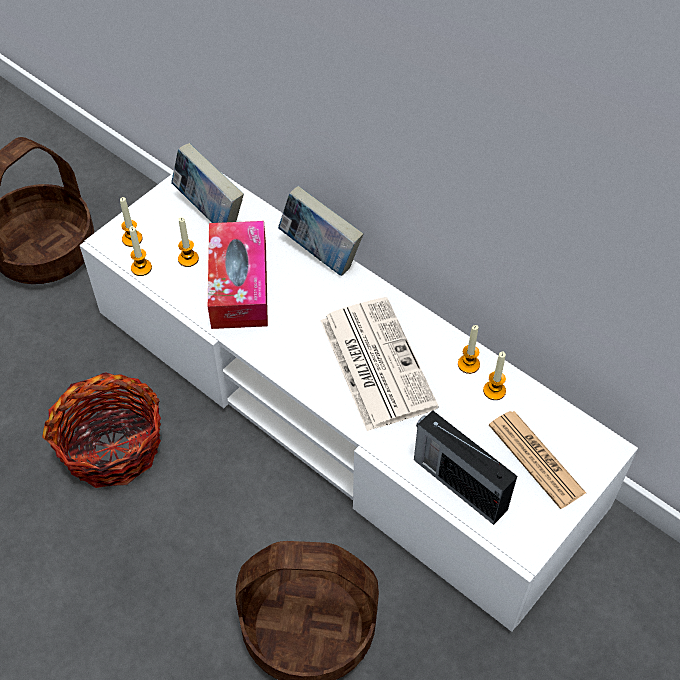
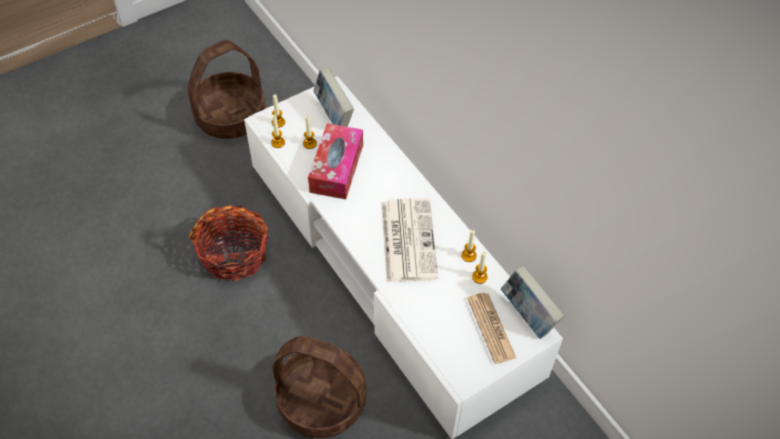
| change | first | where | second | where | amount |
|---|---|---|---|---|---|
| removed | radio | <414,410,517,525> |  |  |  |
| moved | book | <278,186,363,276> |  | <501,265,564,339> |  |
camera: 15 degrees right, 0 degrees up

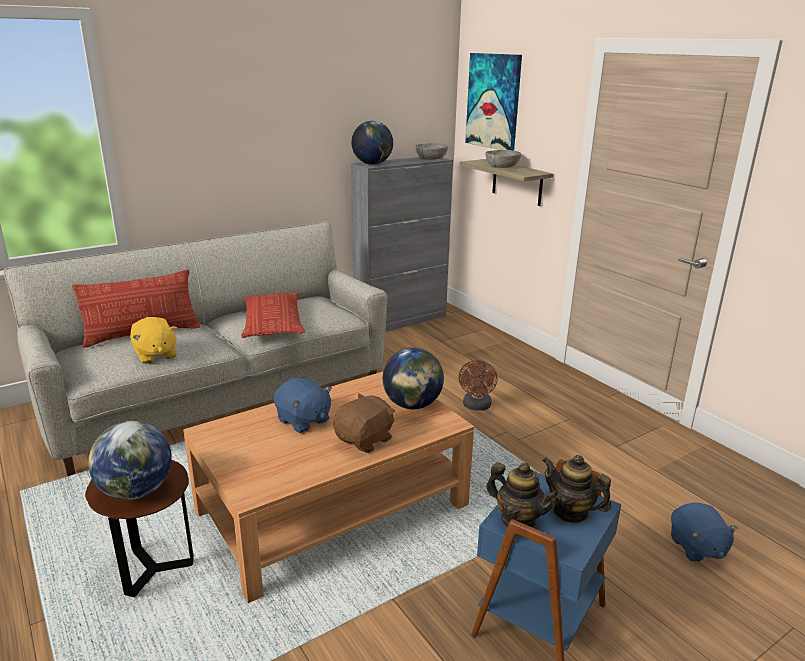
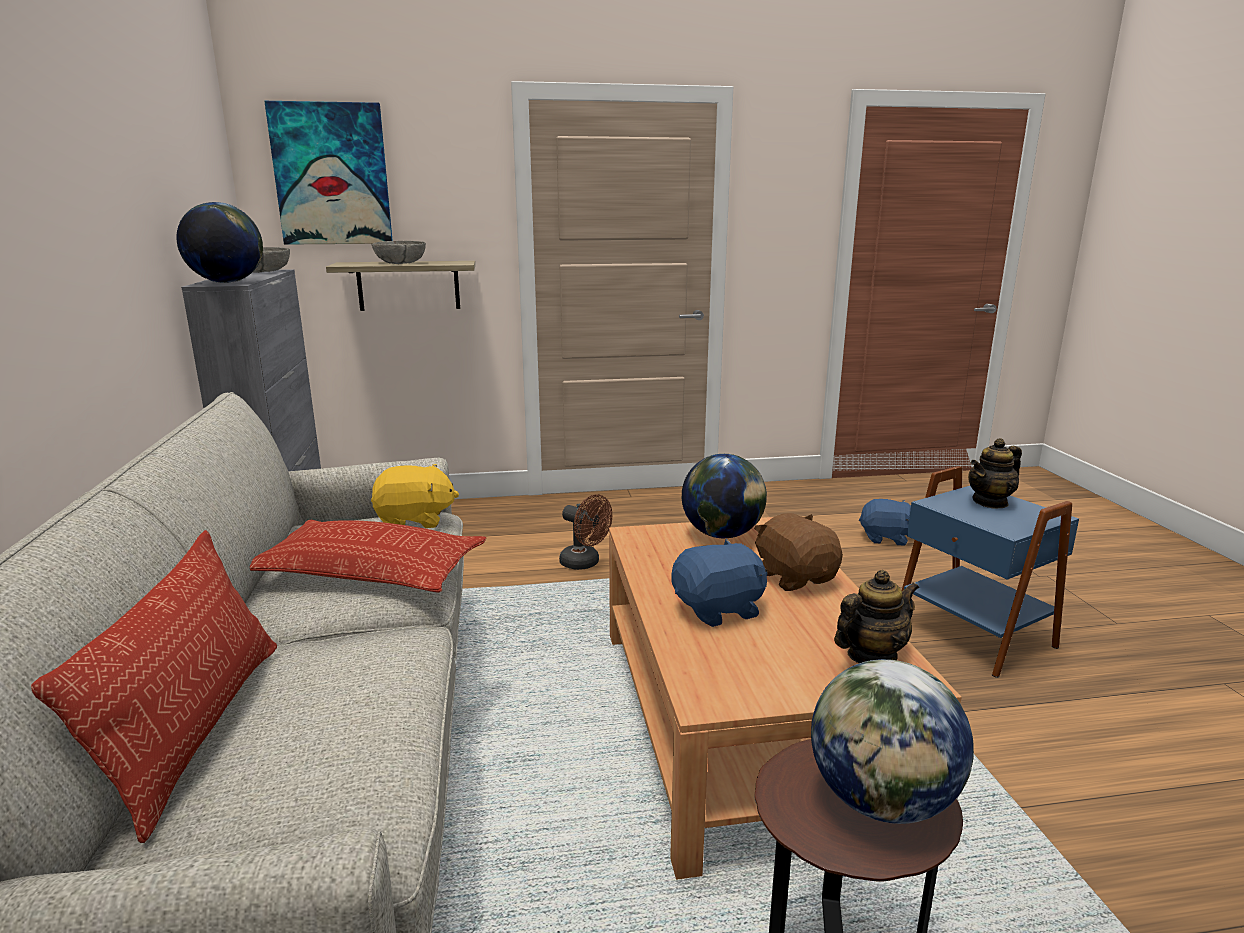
| change | first | where | second | where | amount |
|---|---|---|---|---|---|
| moved | yellow plush toy | <130,317,178,364> |  | <371,464,459,528> |  |
| moved | teapot | <486,463,559,528> |  | <834,570,919,663> |  |
camera: 65 degrees left, 5 degrees down

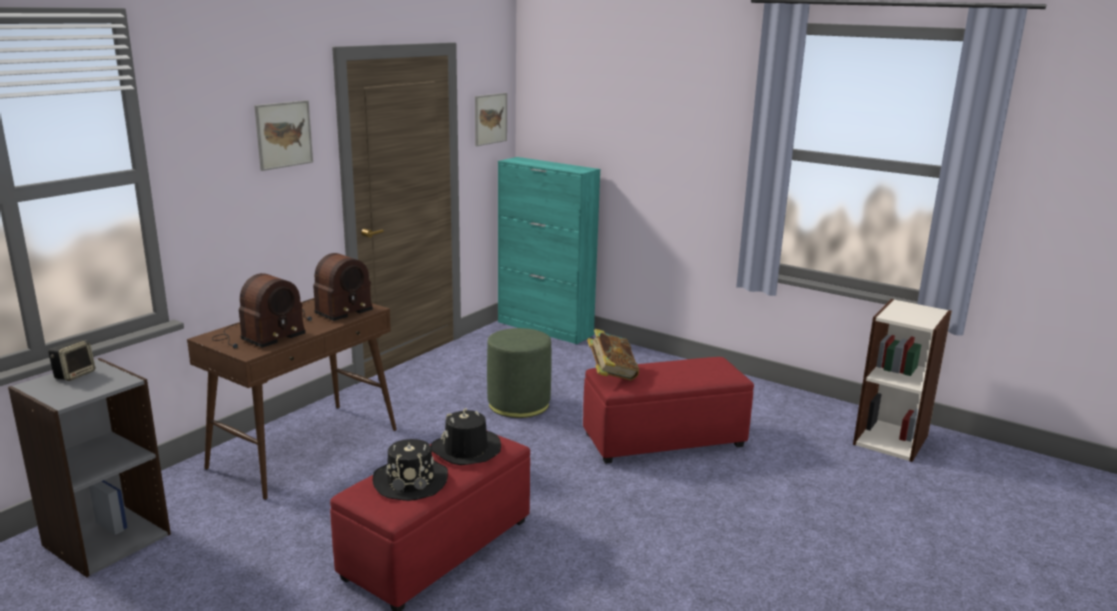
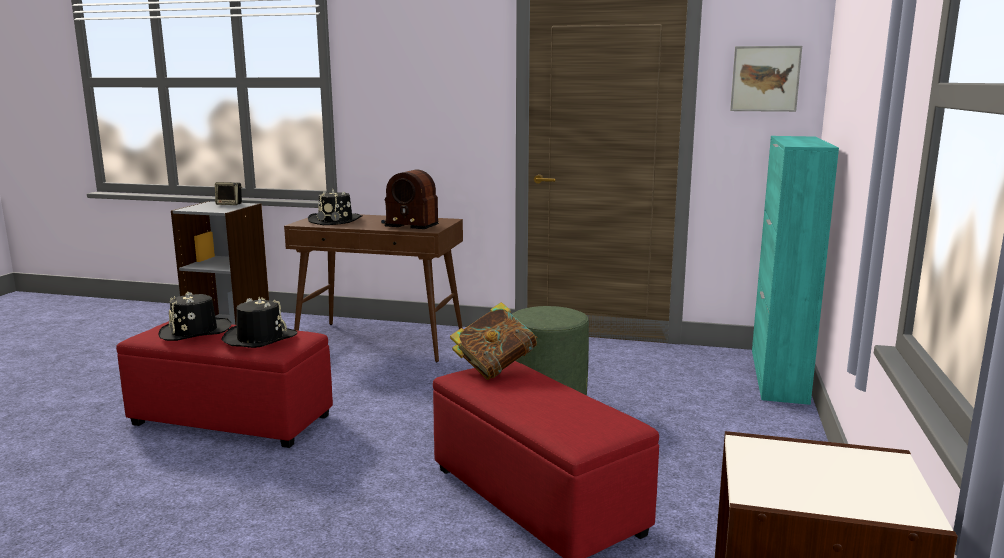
| change | first | where | second | where | amount |
|---|---|---|---|---|---|
| removed | picture | <254,100,313,171> |  |  |  |
| replaced | radio | <212,273,306,349> | black hat | <308,189,363,225> |  |
camera: 70 degrees right, 5 degrees down

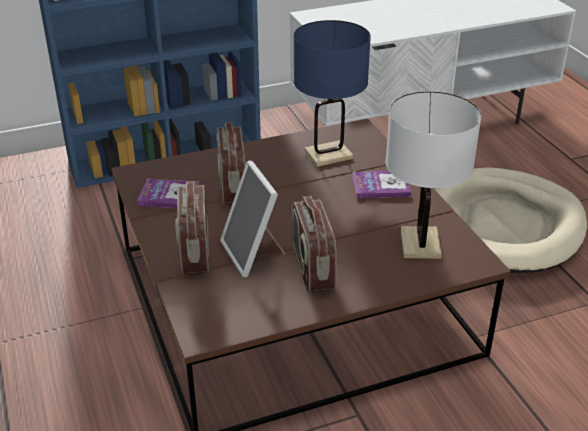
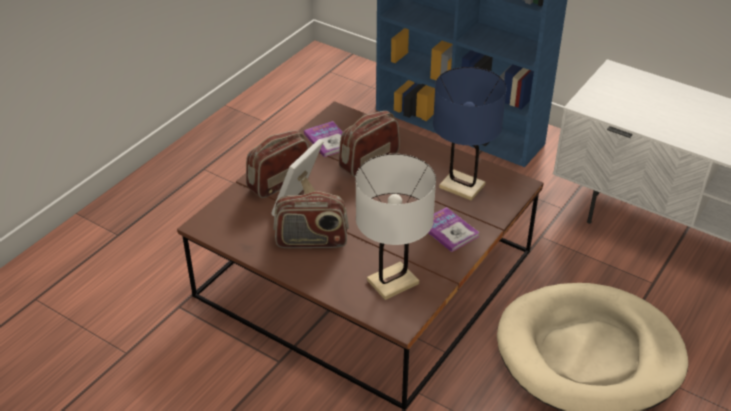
| change | first | where | second | where | amount |
|---|---|---|---|---|---|
| turned | radio | <292,196,336,293> |  | <274,191,349,248> | 135 degrees counterclockwise |
camera: 55 degrees right, 5 degrees up

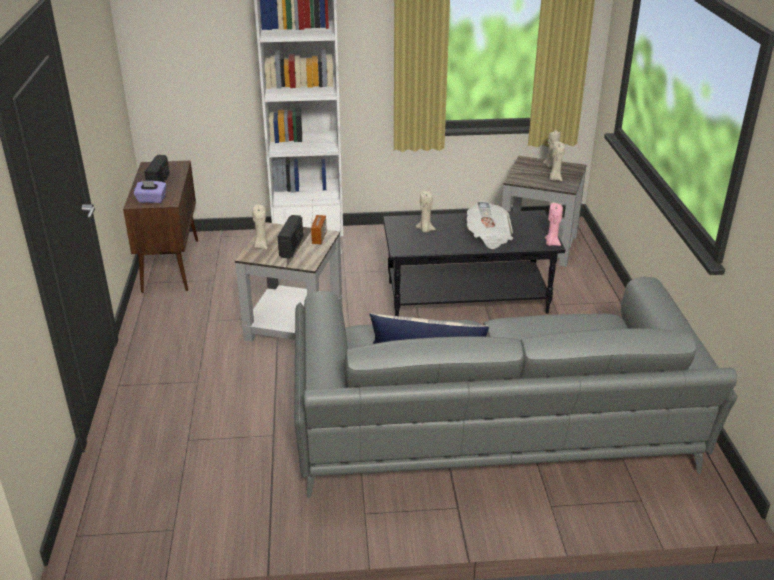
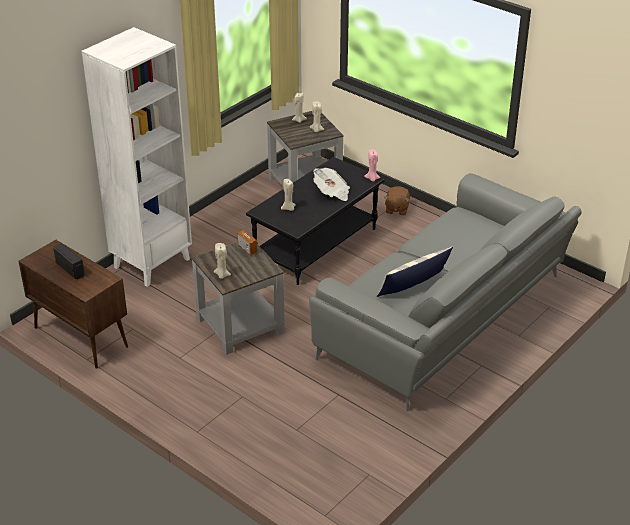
| change | first | where | second | where | amount |
|---|---|---|---|---|---|
| removed | purple tissue box | <134,180,166,203> |  |  |  |
| removed | radio | <278,215,303,258> |  |  |  |
| added |  |  | brown plush toy | <384,186,410,215> |  |
camera: 45 degrees left, 5 degrees up

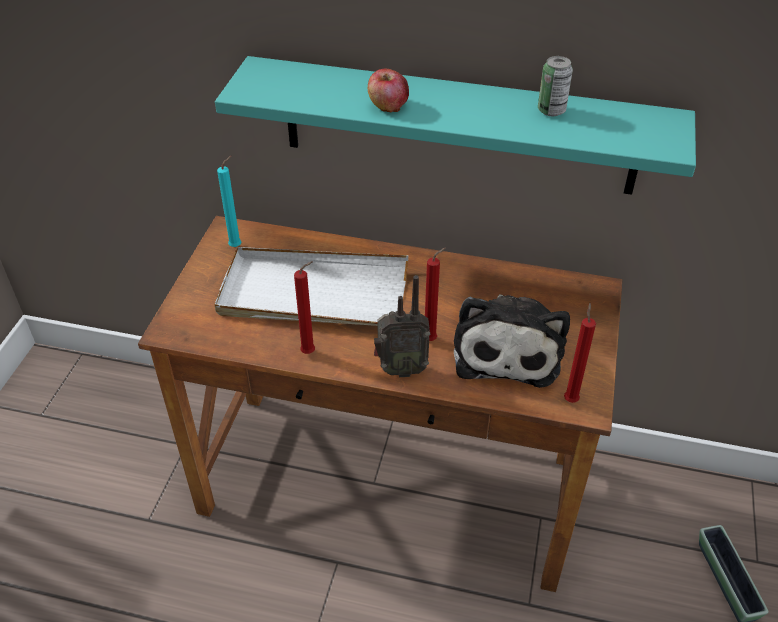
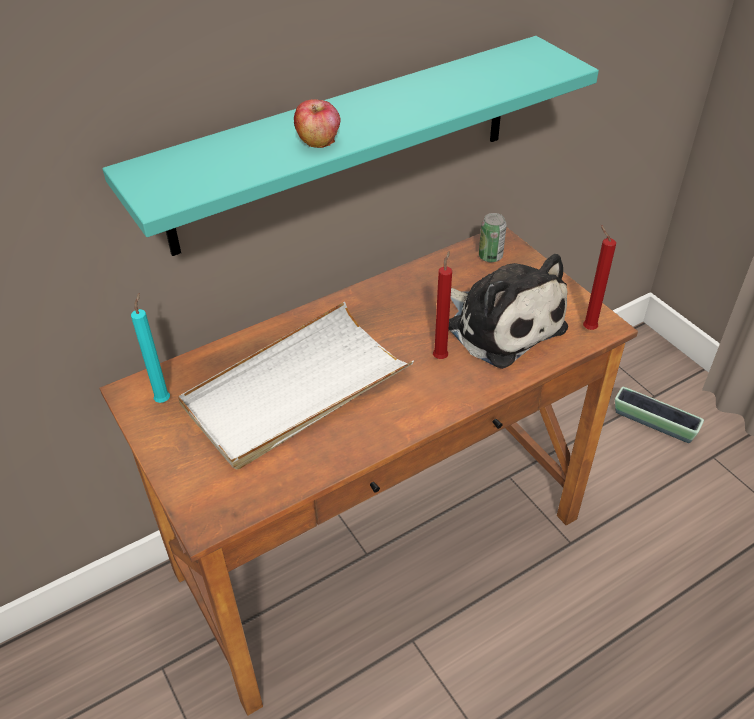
| change | first | where | second | where | amount |
|---|---|---|---|---|---|
| removed | red candle | <294,261,315,354> |  |  |  |
| removed | radio | <374,275,430,377> |  |  |  |
| moved | can | <538,56,573,116> |  | <479,213,507,262> |  |
camera: 45 degrees left, 0 degrees up

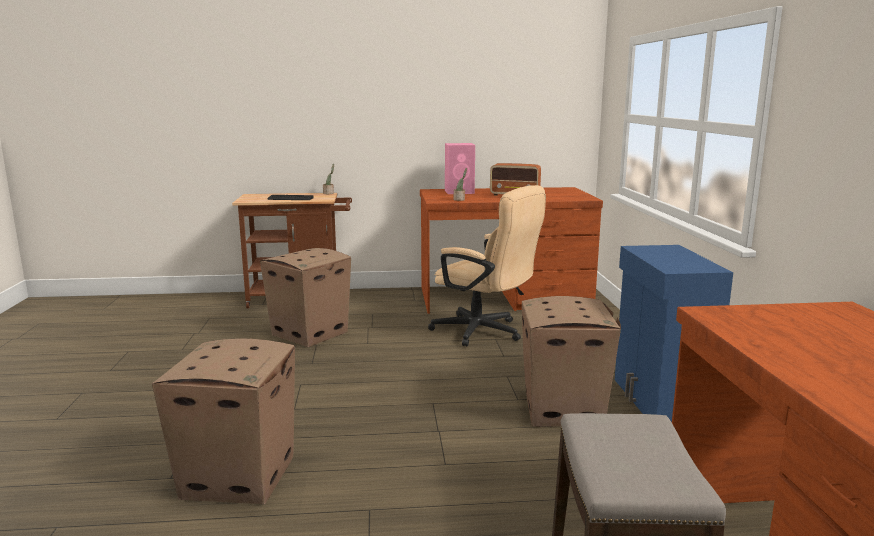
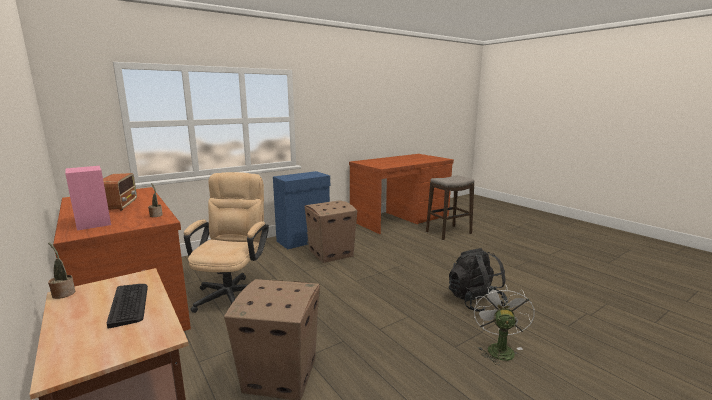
| change | first | where | second | where | amount |
|---|---|---|---|---|---|
| added |  |  | white fan | <474,284,535,365> |  |
| replaced | cardboard box | <152,338,295,505> | black backpack | <449,248,508,312> |  |
camera: 120 degrees left, 0 degrees up

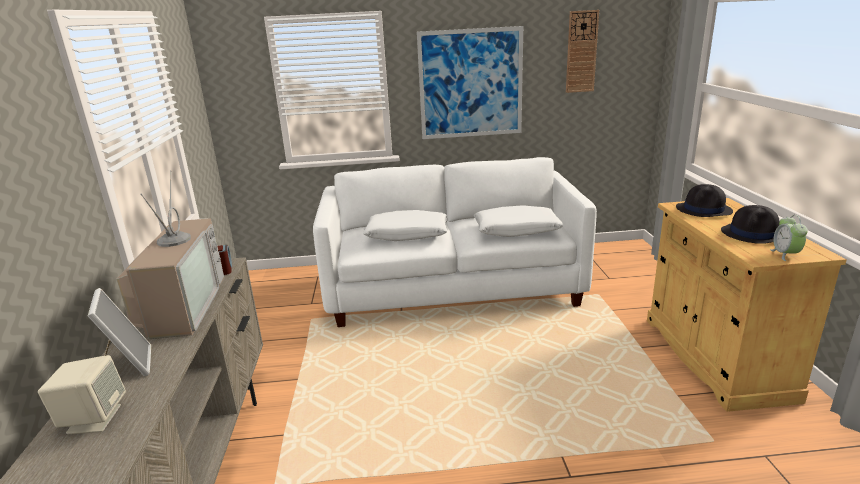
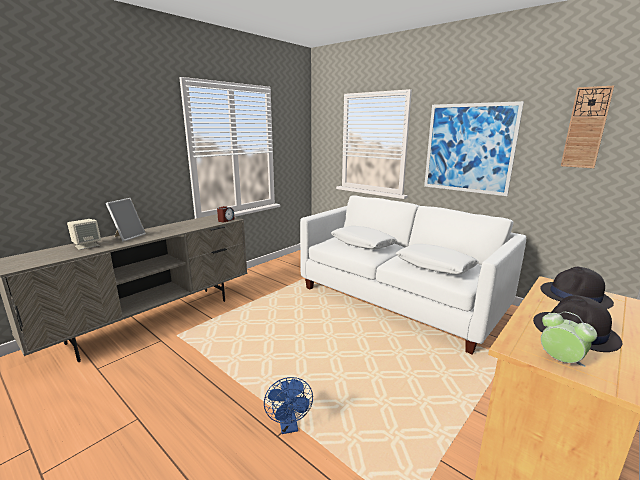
| change | first | where | second | where | amount |
|---|---|---|---|---|---|
| removed | television | <116,170,224,339> |  |  |  |
| added |  |  | blue fan | <264,377,313,434> |  |
| turned | alarm clock | <770,215,808,261> |  | <541,312,597,367> | 90 degrees clockwise |
camera: 45 degrees right, 5 degrees down

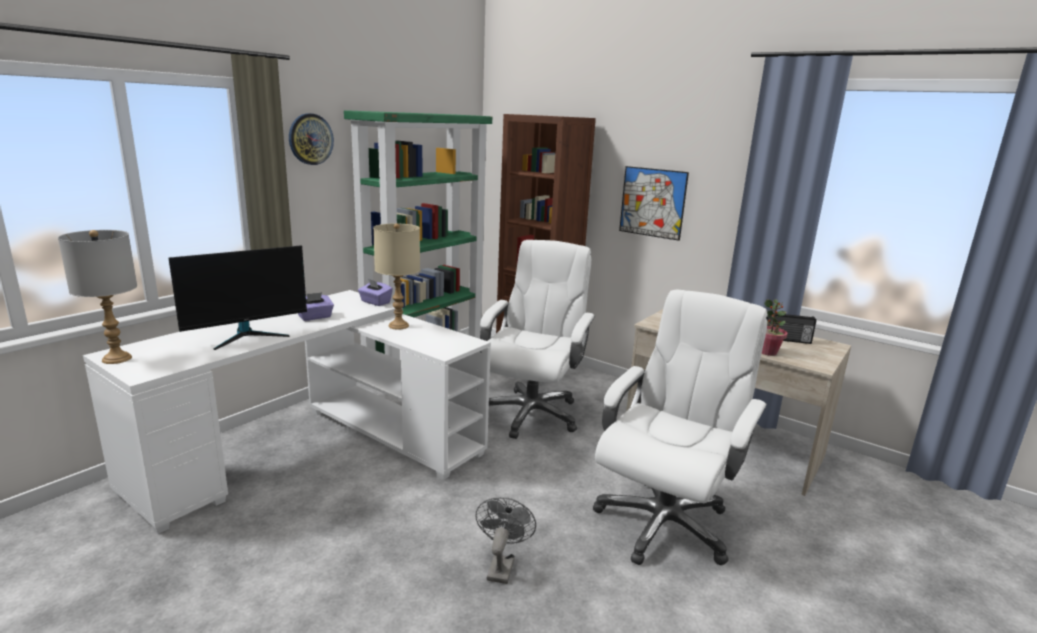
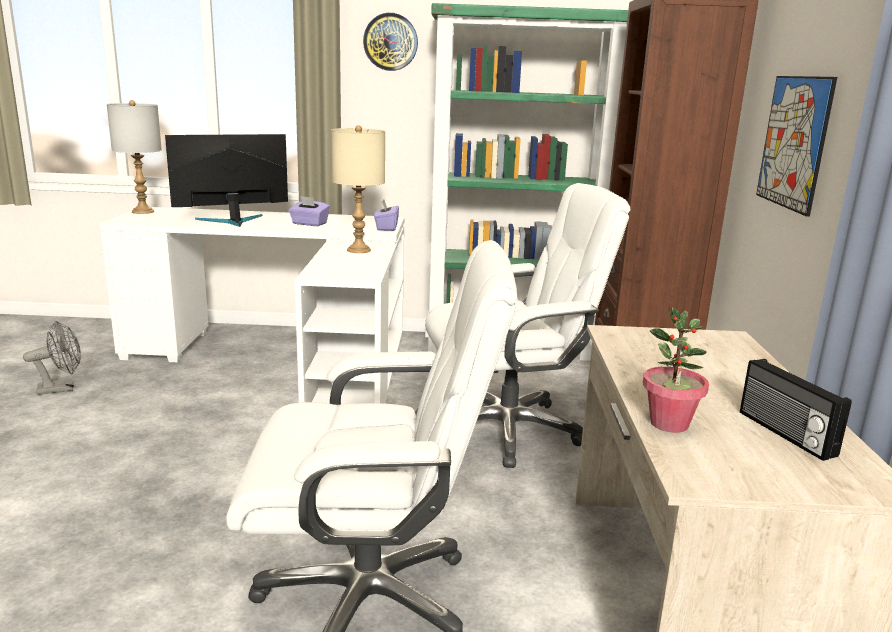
| change | first | where | second | where | amount |
|---|---|---|---|---|---|
| moved | grey fan | <475,497,536,584> |  | <23,321,81,395> |  |
| turned | monitor | <168,245,307,350> |  | <165,134,288,227> | 135 degrees clockwise |
camera: 55 degrees right, 0 degrees up

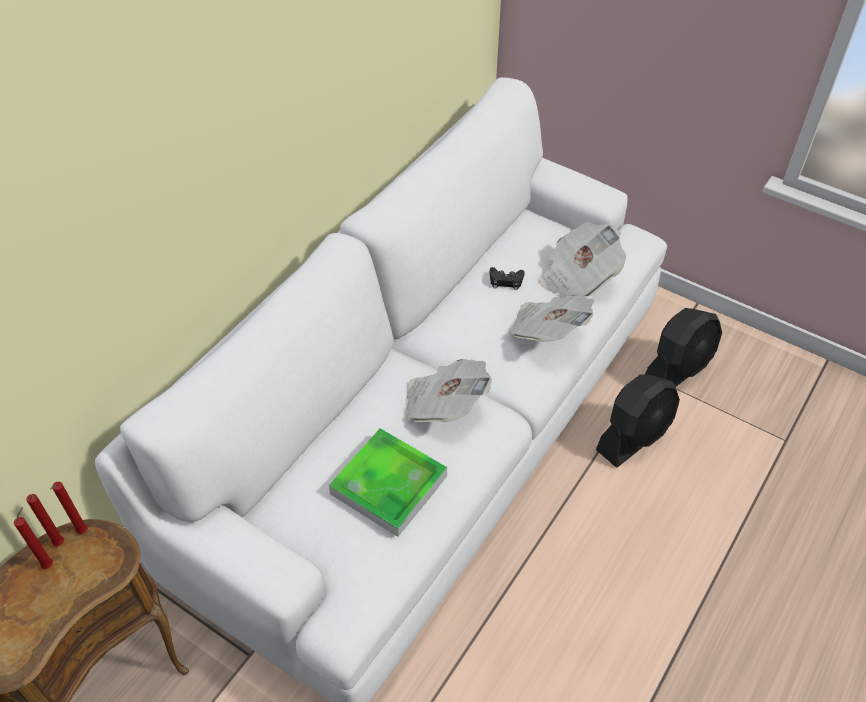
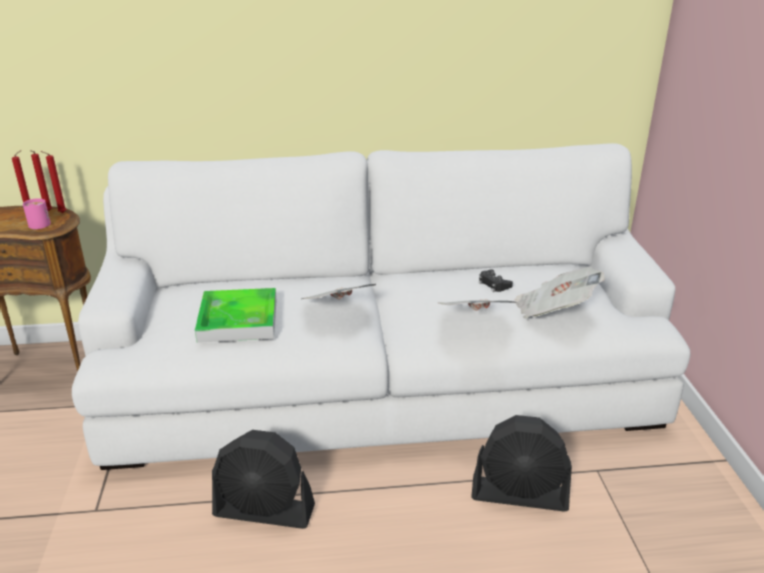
| change | first | where | second | where | amount |
|---|---|---|---|---|---|
| added |  |  | pink mug | <23,198,51,229> |  |
| moved | black fan | <645,308,722,387> |  | <212,430,315,529> |  |
camera: 50 degrees right, 20 degrees down

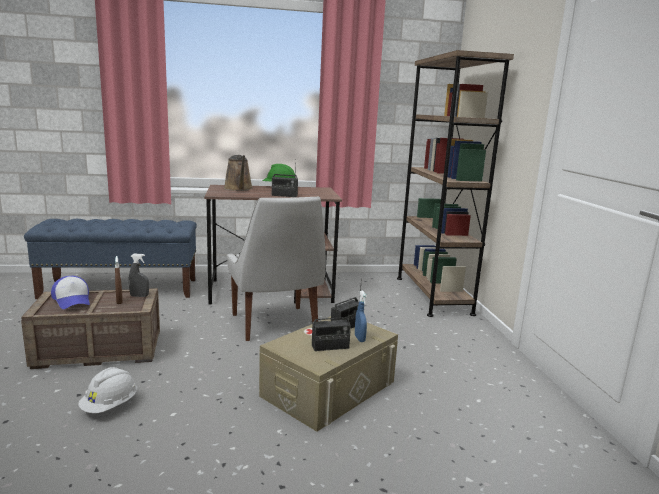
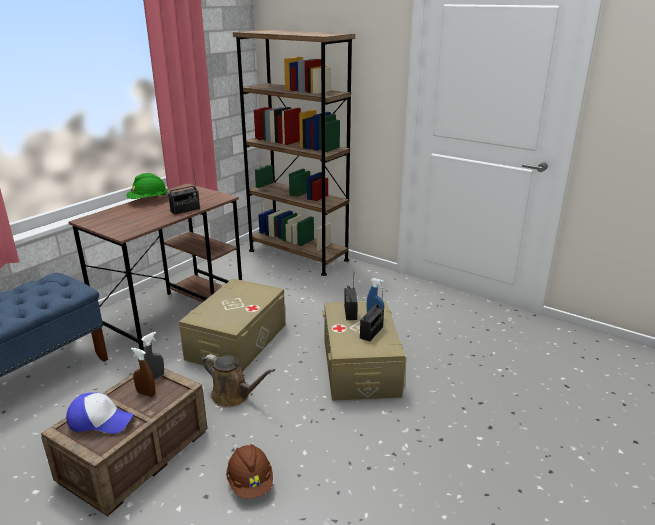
| change | first | where | second | where | amount |
|---|---|---|---|---|---|
| moved | brown watering can | <224,155,253,191> |  | <202,354,275,407> |  |
| replaced | white chair | <227,197,326,341> | beige storage box | <179,278,285,372> |  |
| recoloured | white hard hat | <78,367,137,413> | brown hard hat | <226,444,273,499> |  |
camera: 45 degrees left, 10 degrees up

